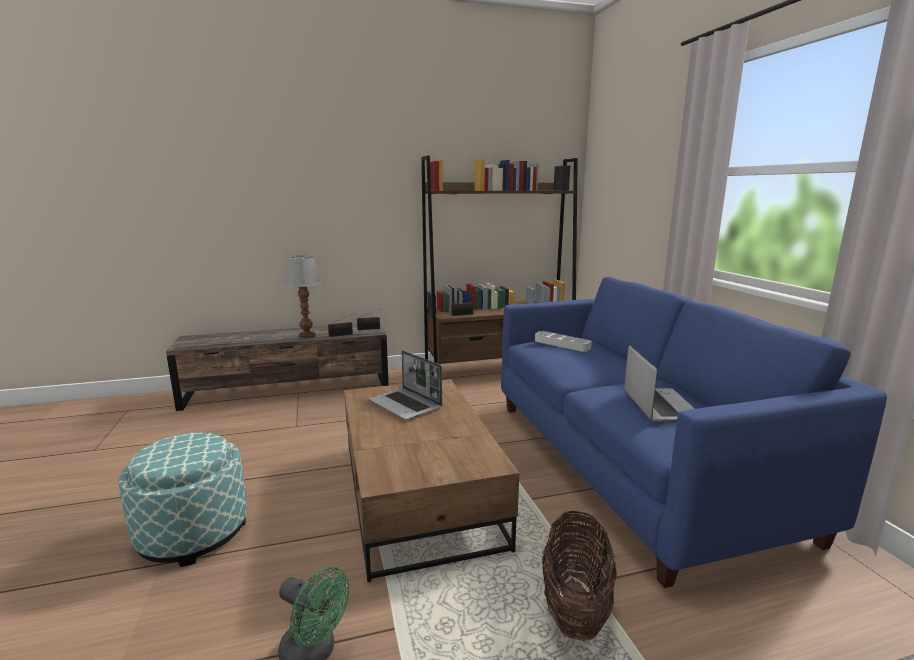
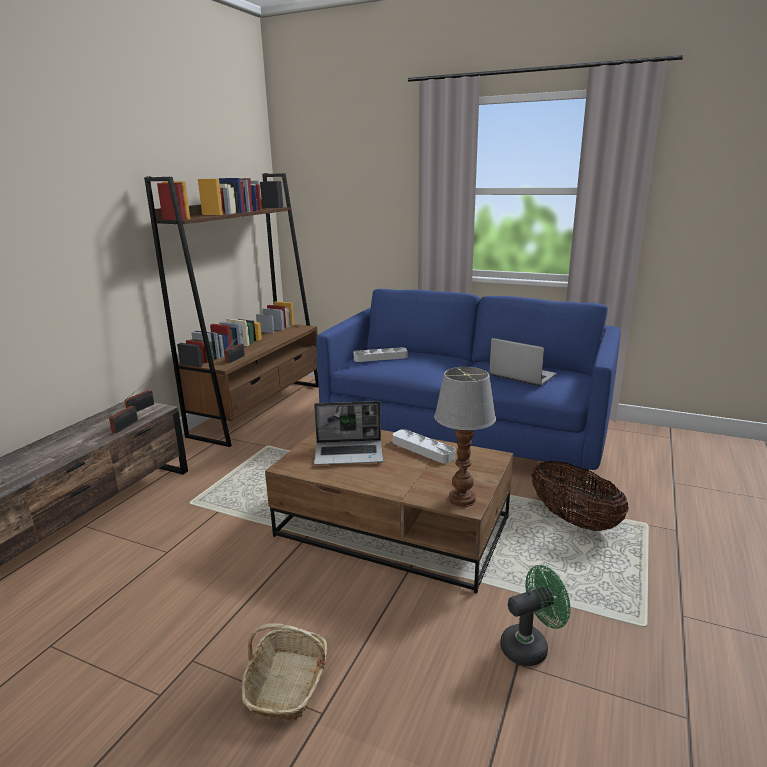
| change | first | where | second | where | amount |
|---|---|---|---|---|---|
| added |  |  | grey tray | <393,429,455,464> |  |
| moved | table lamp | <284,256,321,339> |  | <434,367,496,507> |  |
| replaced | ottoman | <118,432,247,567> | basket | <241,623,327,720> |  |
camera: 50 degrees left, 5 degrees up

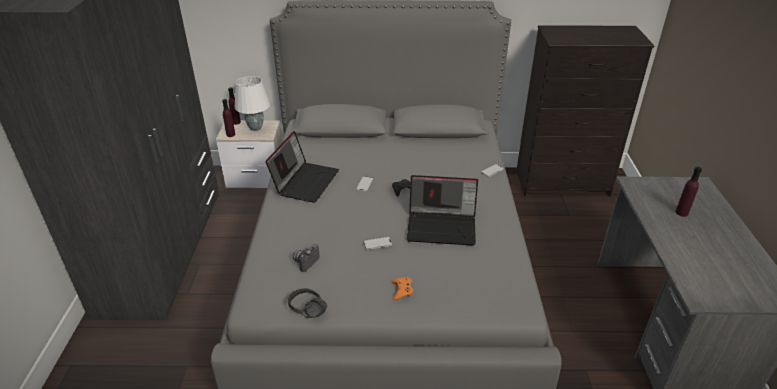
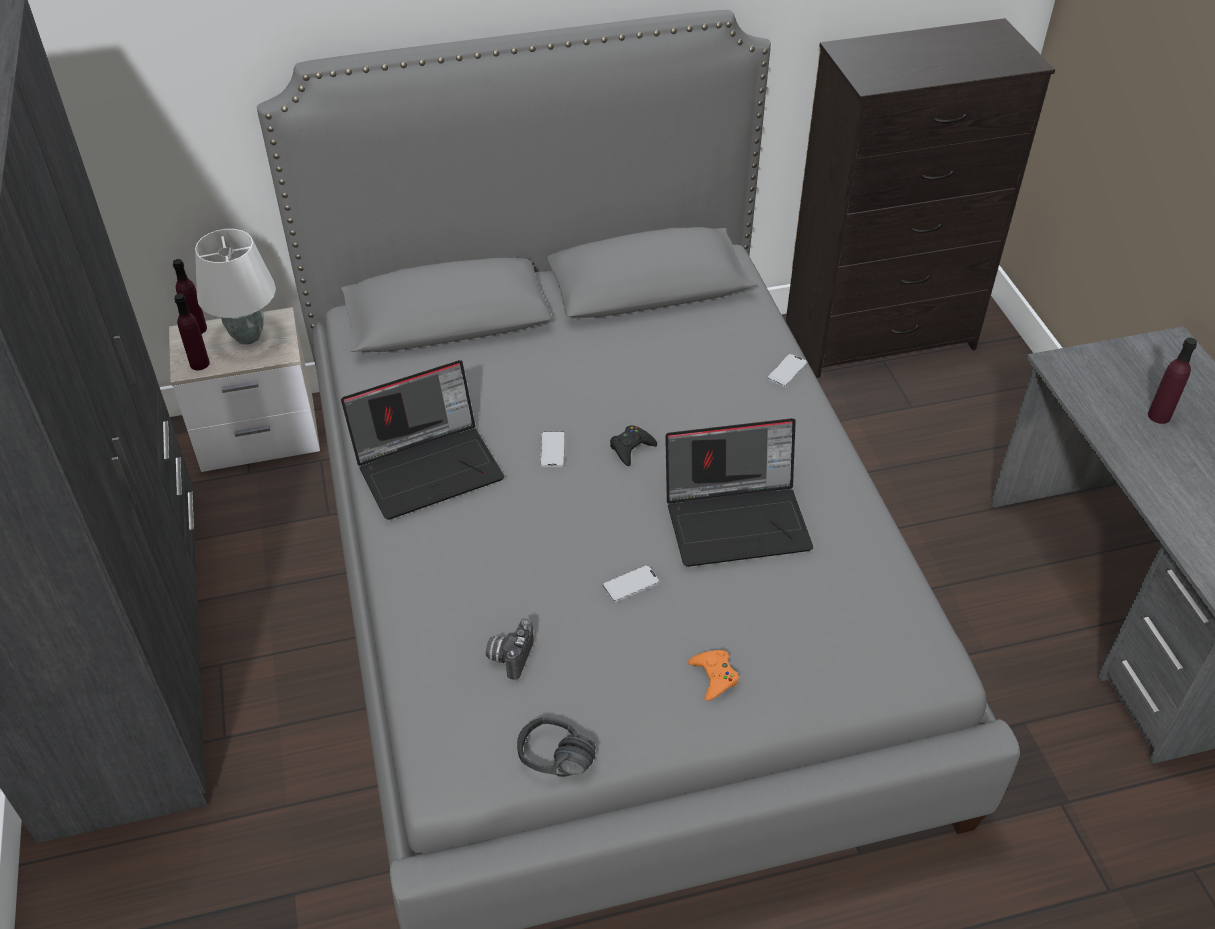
| change | first | where | second | where | amount |
|---|---|---|---|---|---|
| turned | laptop | <265,131,339,203> |  | <341,360,504,520> | 60 degrees clockwise |
camera: 15 degrees left, 10 degrees up

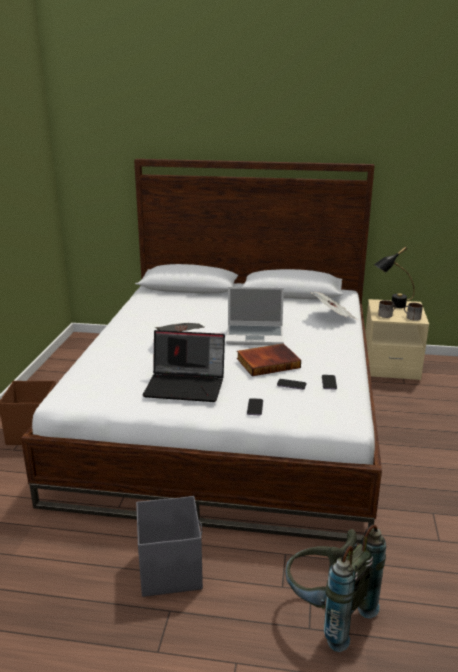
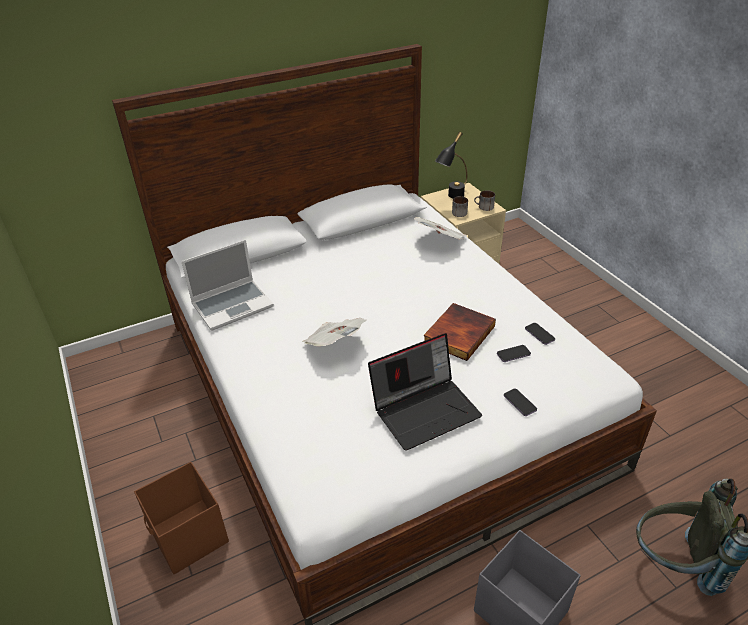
| change | first | where | second | where | amount |
|---|---|---|---|---|---|
| moved | laptop | <226,287,284,345> |  | <181,240,274,331> |  |
camera: 35 degrees left, 15 degrees up

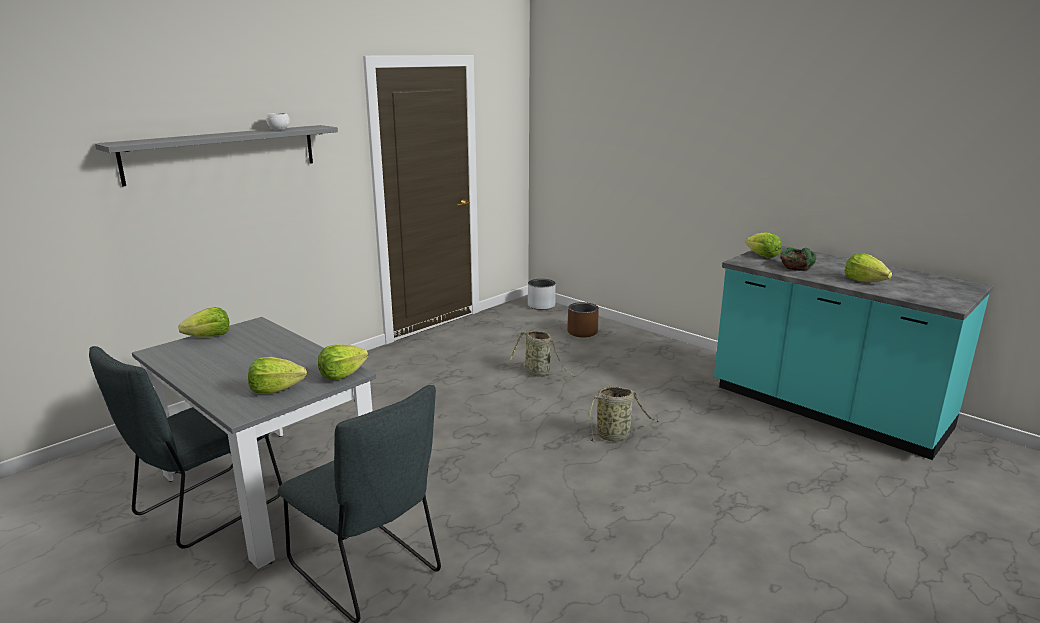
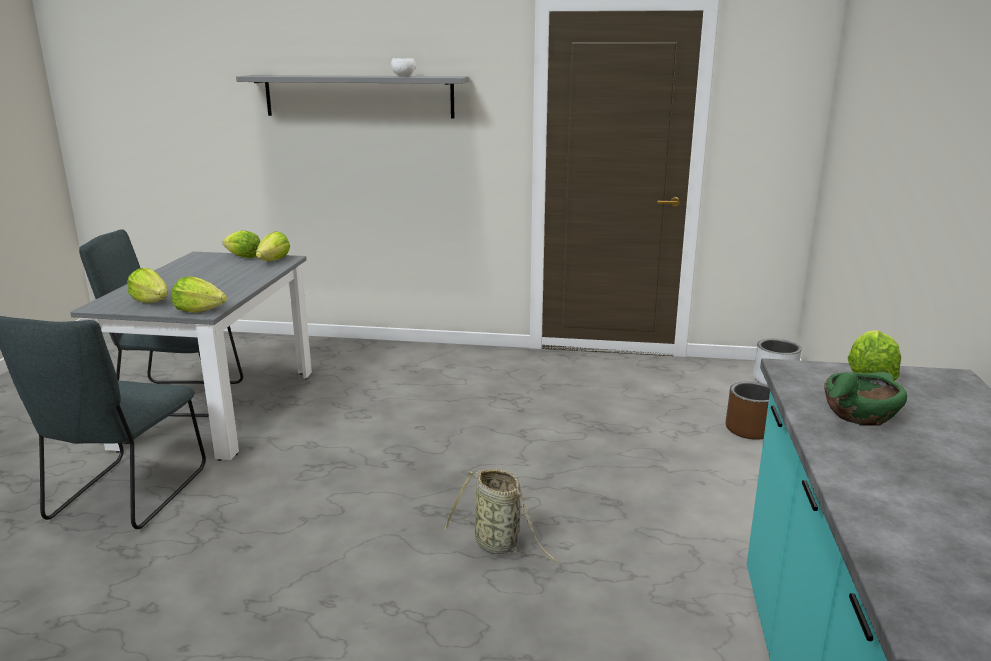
| change | first | where | second | where | amount |
|---|---|---|---|---|---|
| removed | basket | <508,331,575,377> |  |  |  |
| moved | lettuce | <845,253,892,282> |  | <256,231,290,261> |  |
camera: 55 degrees right, 0 degrees up

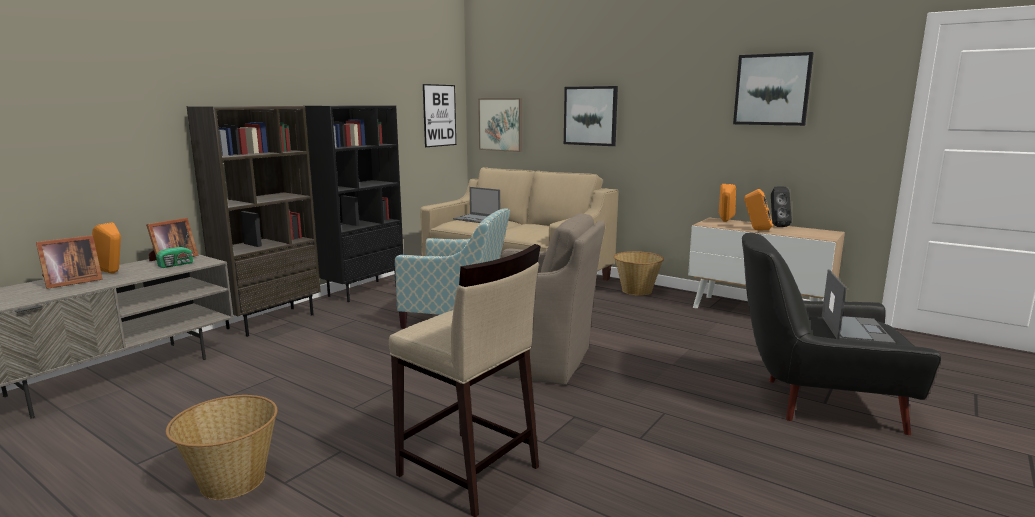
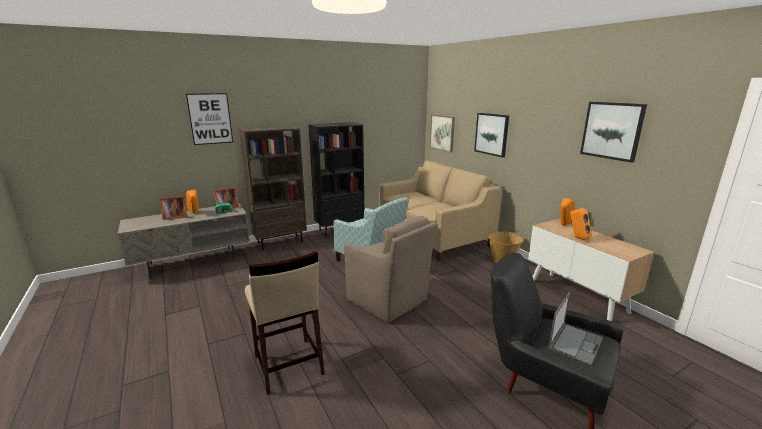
| change | first | where | second | where | amount |
|---|---|---|---|---|---|
| removed | basket | <166,395,278,500> |  |  |  |
| removed | laptop | <453,187,500,223> |  |  |  |
| removed | black speaker | <771,186,792,227> |  |  |  |
| moved | picture | <423,84,456,147> |  | <186,93,233,145> |  |
camera: 25 degrees right, 5 degrees up

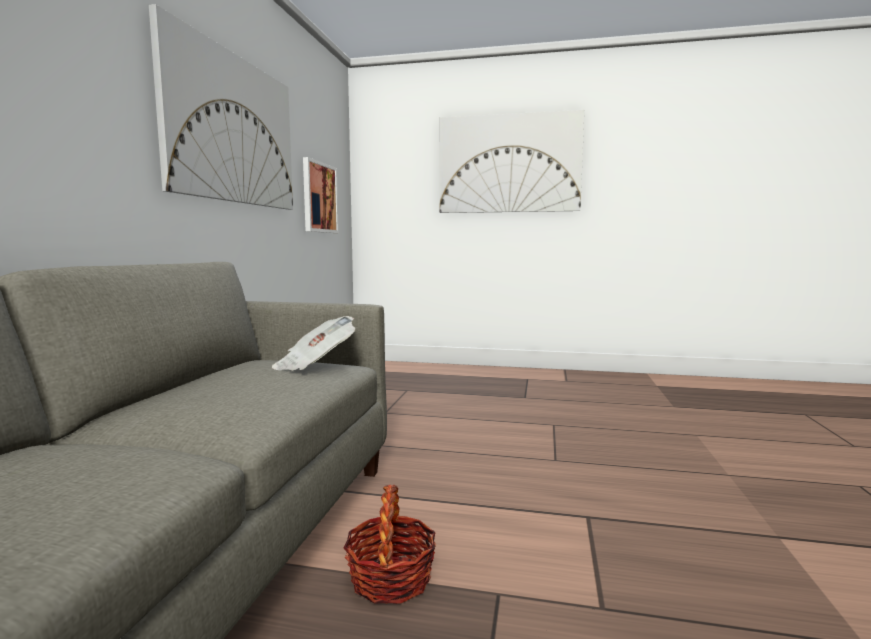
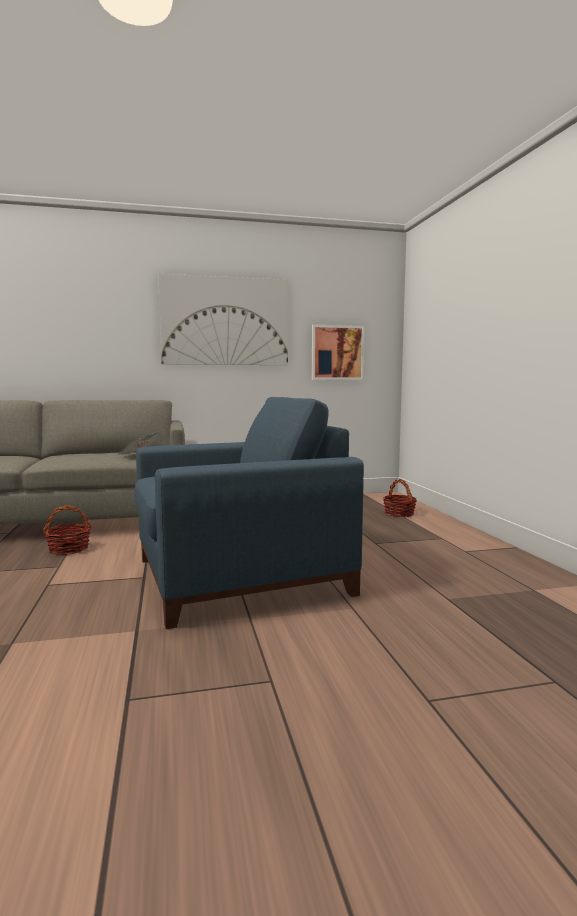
| change | first | where | second | where | amount |
|---|---|---|---|---|---|
| removed | picture | <440,110,584,213> |  |  |  |
| added |  |  | blue armchair | <134,397,364,629> |  |
| added |  |  | basket | <383,479,417,517> |  |
camera: 65 degrees right, 0 degrees up

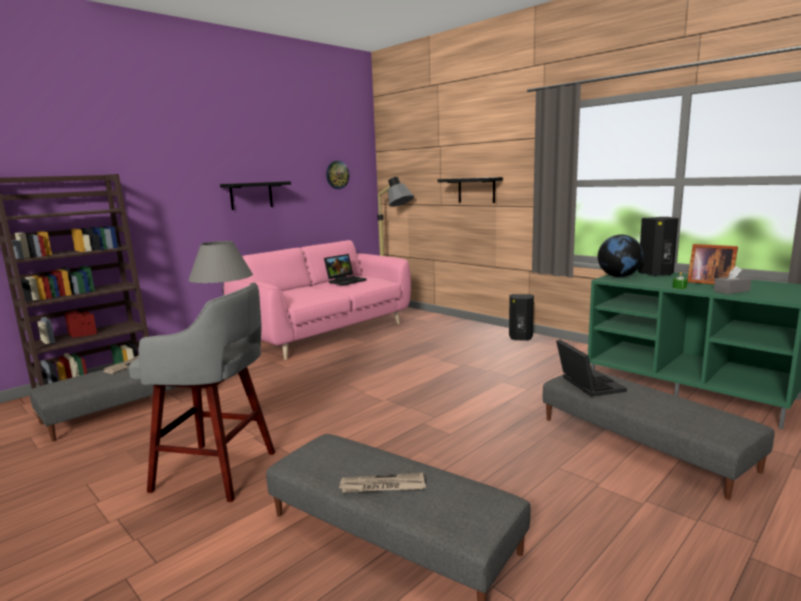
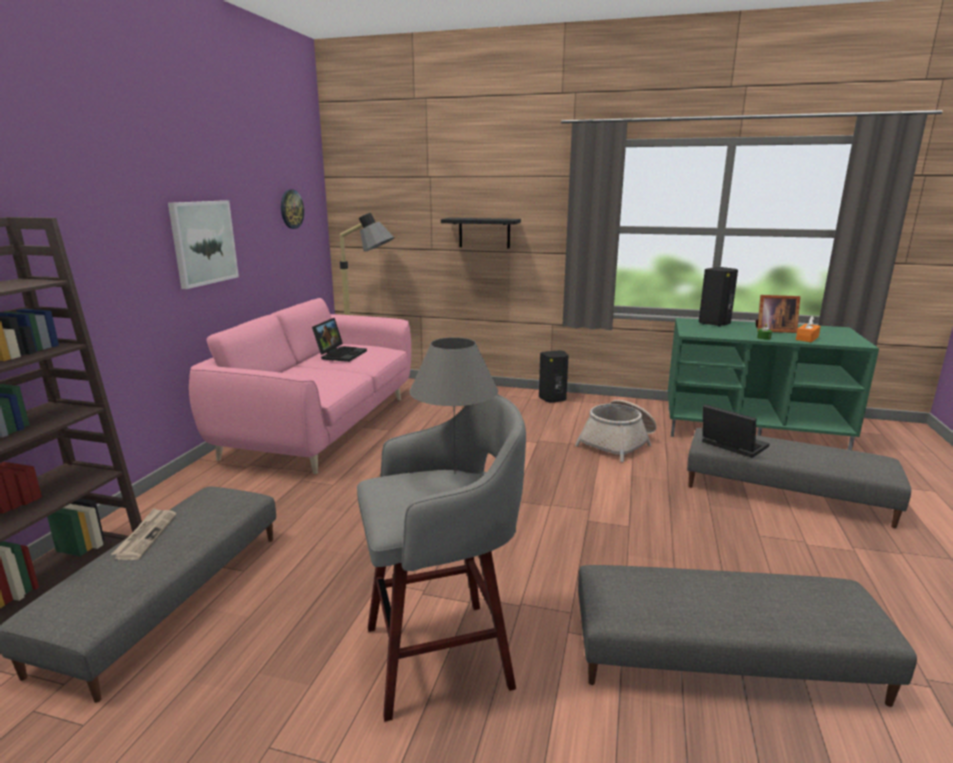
| change | first | where | second | where | amount |
|---|---|---|---|---|---|
| removed | newspaper | <338,473,426,493> |  |  |  |
| removed | globe | <598,235,643,277> |  |  |  |
| added |  |  | basket | <575,400,657,462> |  |
| replaced | black shelf | <220,181,291,210> | picture | <168,200,239,289> |  |
| recoloured | grey tissue box | <714,266,751,294> | orange tissue box | <796,316,821,342> |  |
camera: 30 degrees left, 5 degrees up

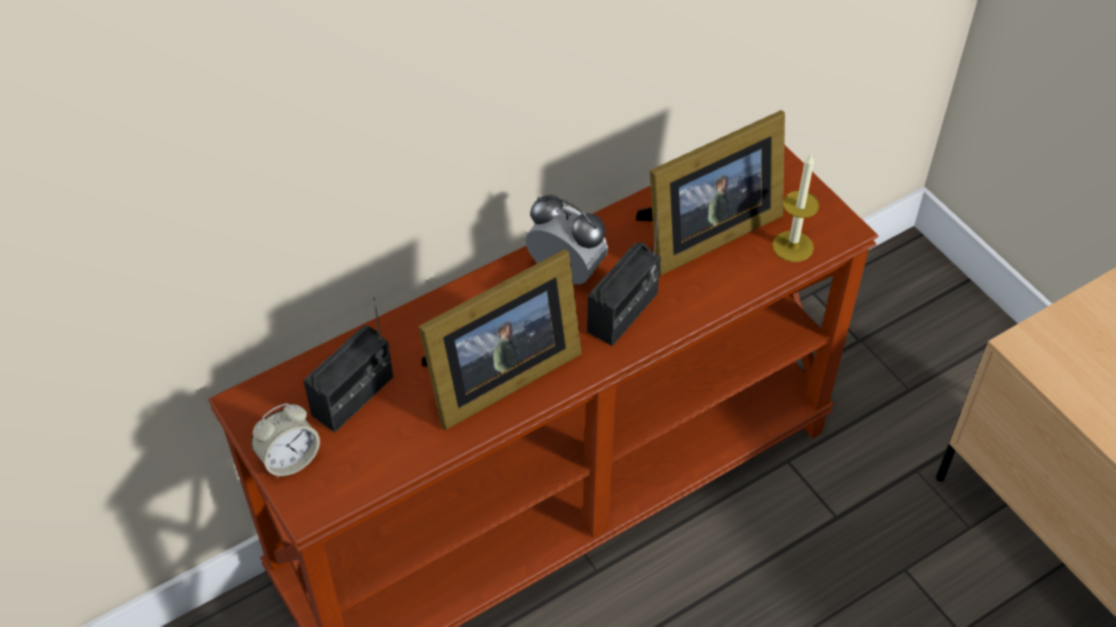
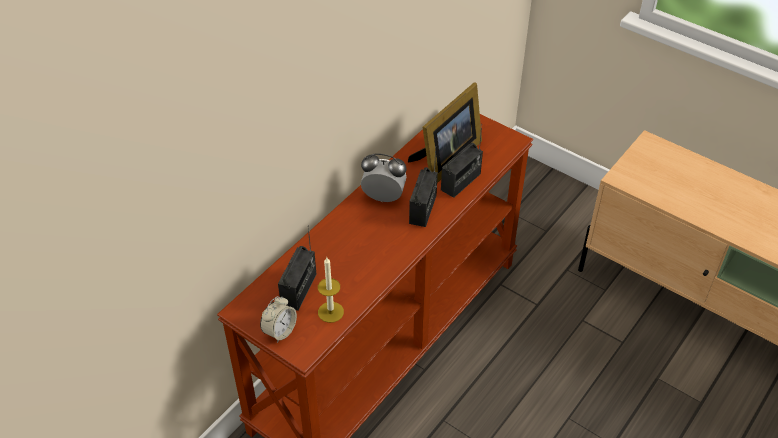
| change | first | where | second | where | amount |
|---|---|---|---|---|---|
| removed | picture frame | <418,249,582,430> |  |  |  |
| added |  |  | radio | <441,124,483,198> |  |
| moved | candle | <772,154,819,262> |  | <318,257,344,323> |  |
camera: 20 degrees left, 5 degrees down

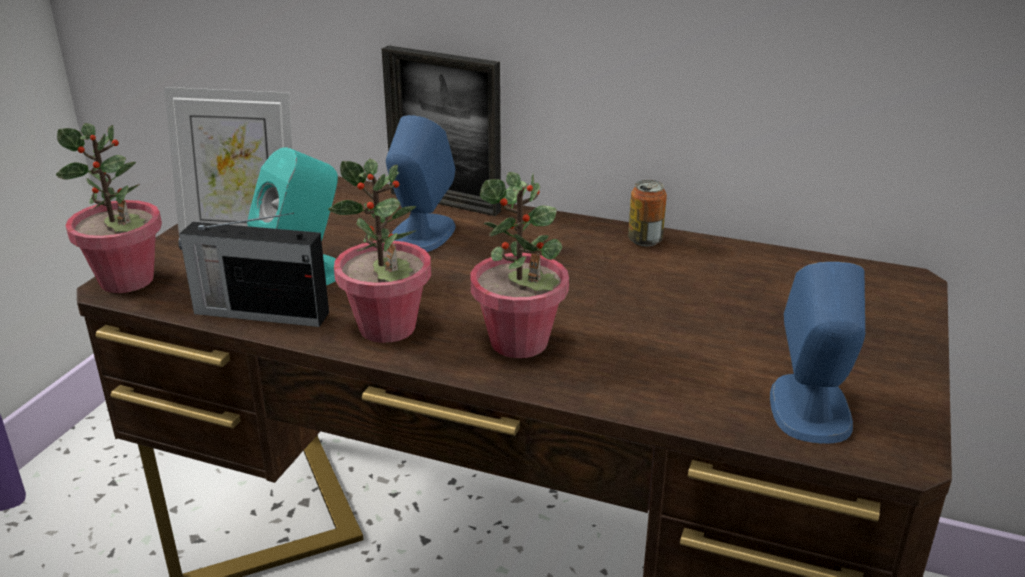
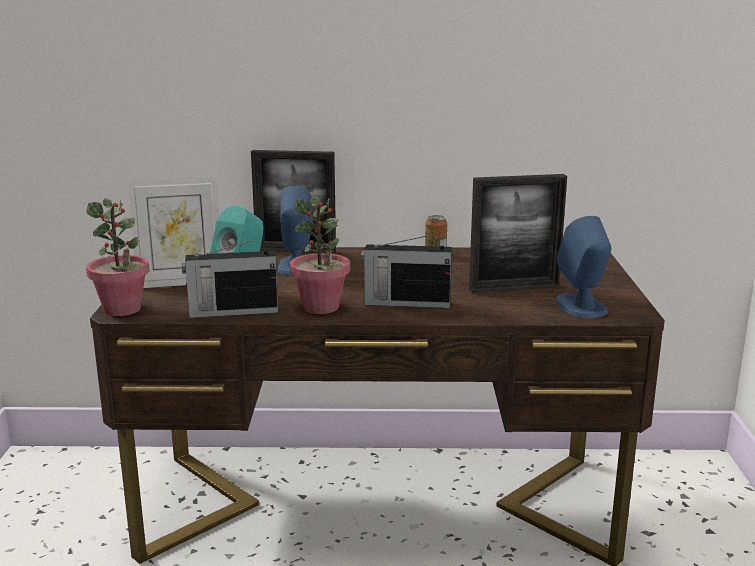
| change | first | where | second | where | amount |
|---|---|---|---|---|---|
| added |  |  | picture frame | <469,174,567,293> |  |
| replaced | potted plant | <470,172,569,358> | radio | <361,233,452,308> |  |
camera: 20 degrees left, 10 degrees down

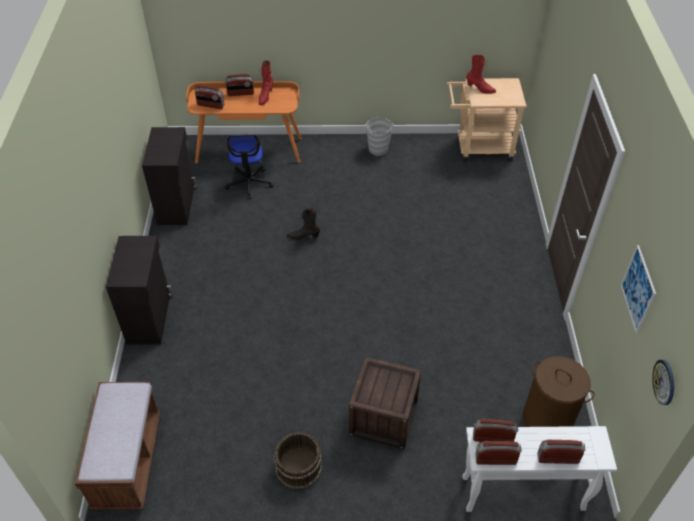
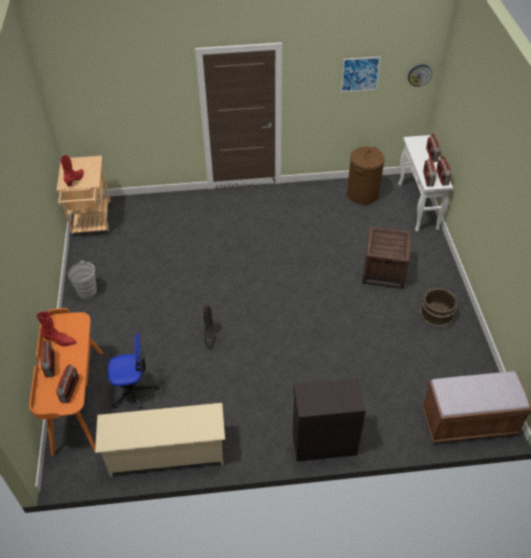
| change | first | where | second | where | amount |
|---|---|---|---|---|---|
| replaced | black cabinet | <142,127,197,225> | beige shoe rack | <95,403,225,477> |  |
camera: 95 degrees left, 0 degrees up

